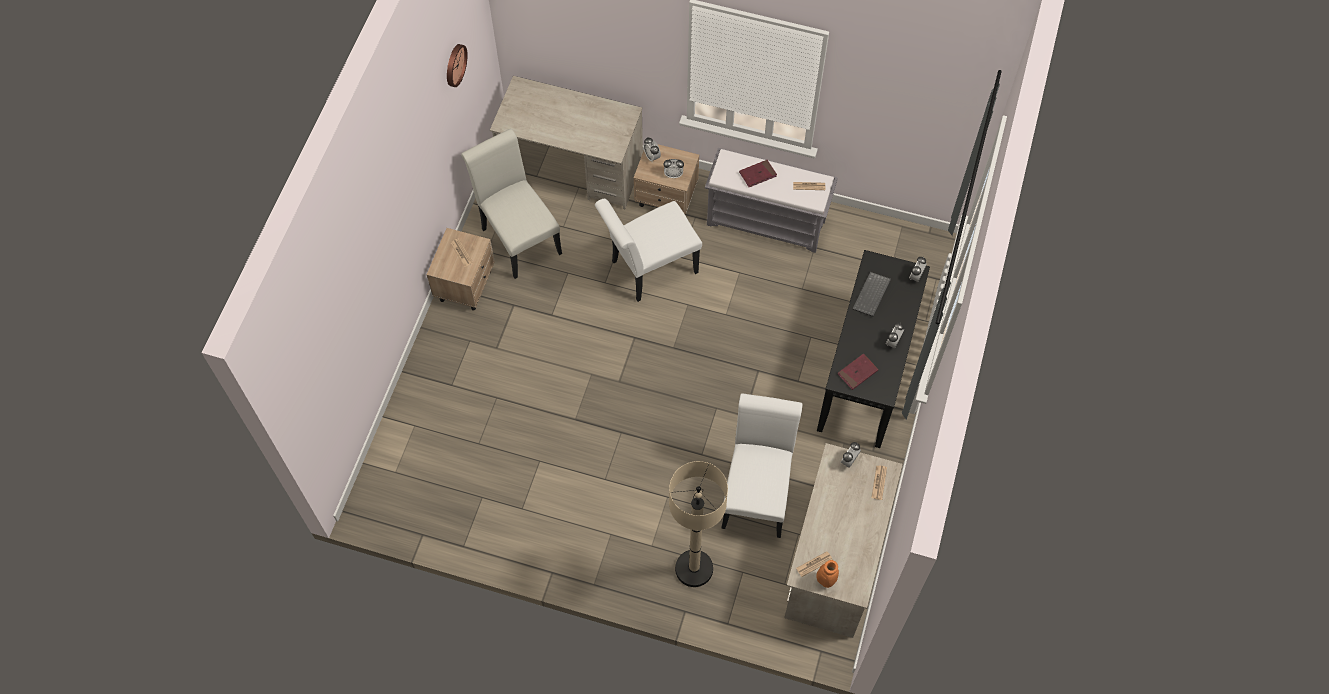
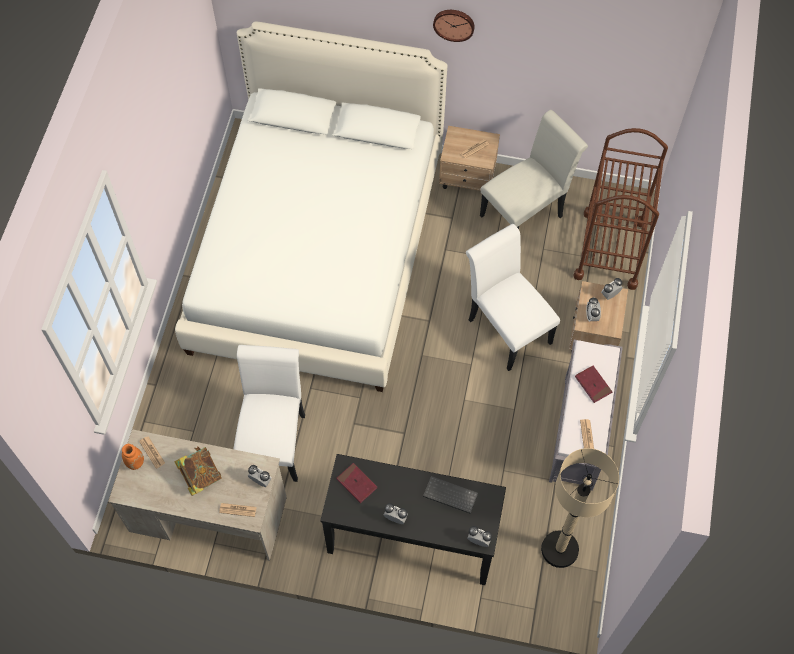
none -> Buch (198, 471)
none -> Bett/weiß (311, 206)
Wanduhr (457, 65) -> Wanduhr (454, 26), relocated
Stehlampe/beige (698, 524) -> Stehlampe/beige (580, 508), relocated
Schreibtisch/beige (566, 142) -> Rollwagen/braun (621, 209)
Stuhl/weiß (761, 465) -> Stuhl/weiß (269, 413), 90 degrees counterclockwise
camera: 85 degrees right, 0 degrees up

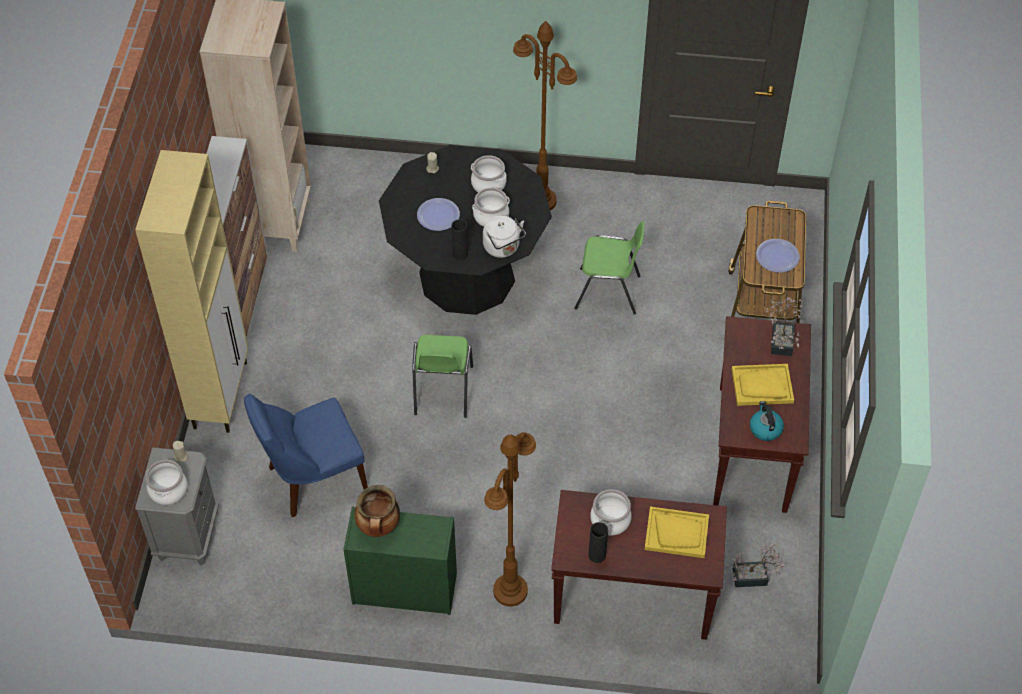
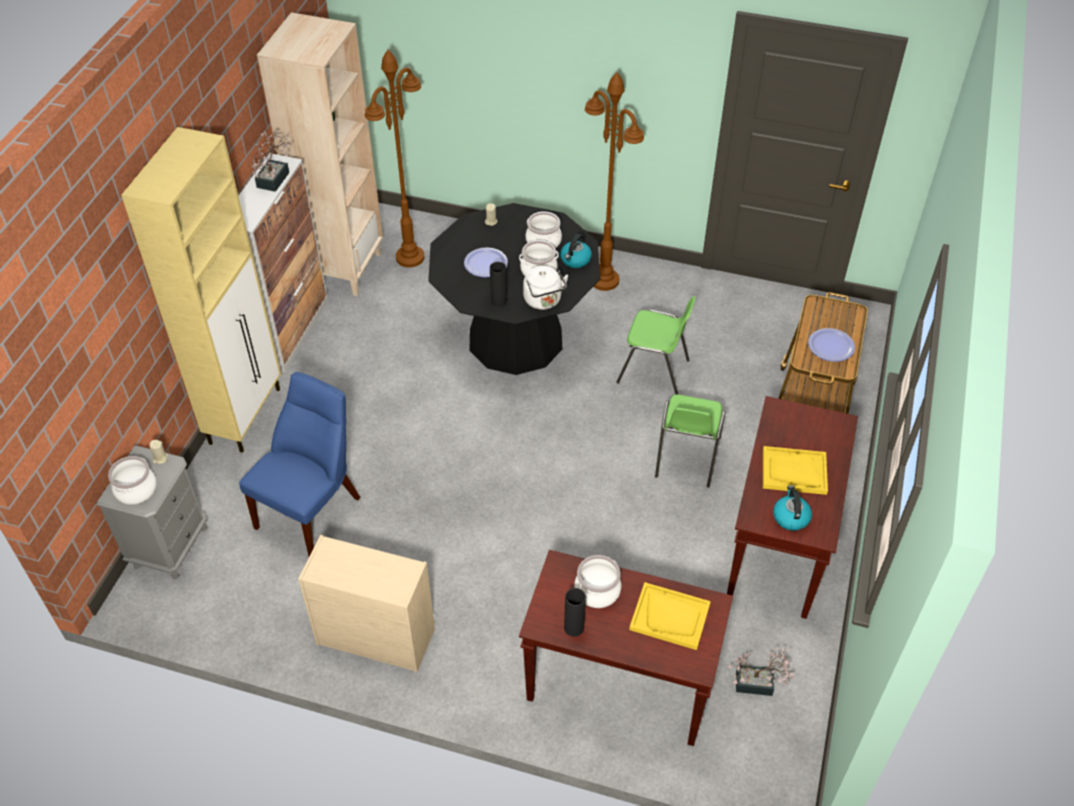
Kochtopf (377, 511) -> none
none -> Wasserkessel (576, 251)
Stuhl/grün (442, 376) -> Stuhl/grün (690, 441), relocated
Stehlampe/braun (510, 519) -> Stehlampe/braun (394, 158), relocated
Topfpflanze (785, 326) -> Topfpflanze (271, 161), relocated
Kommode/grün (400, 561) -> Kommode/beige (366, 604)
Stuhl/blau (306, 455) -> Stuhl/blau (299, 464), 135 degrees clockwise
camera: 10 degrees right, 5 degrees down

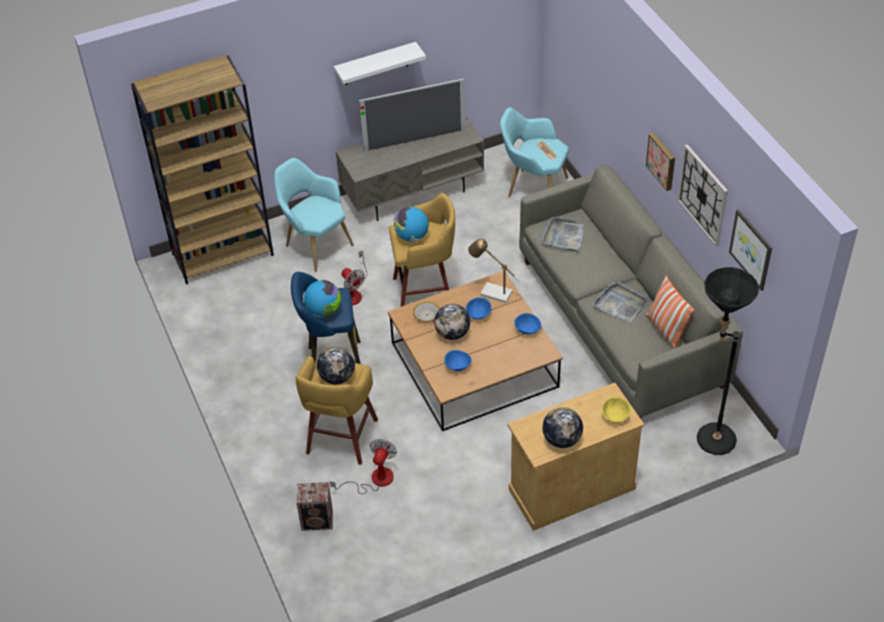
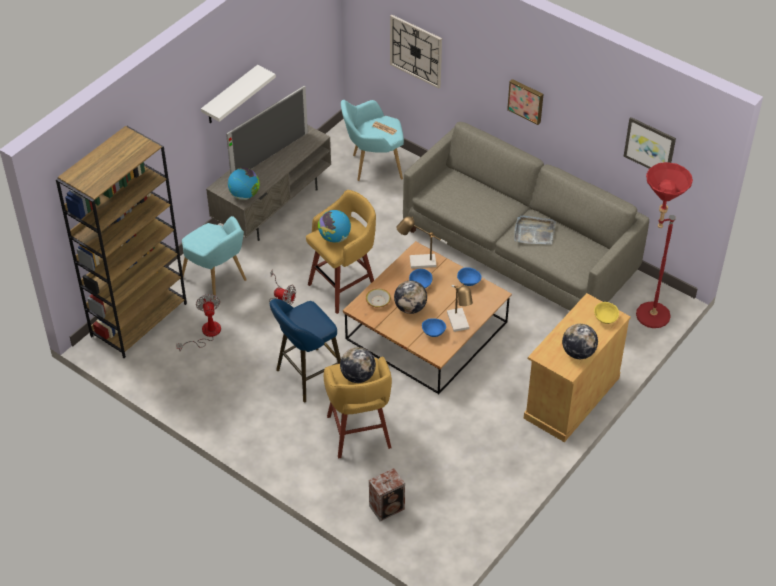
Tablett/grau (562, 234) -> none
Kissen (670, 311) -> none
none -> Tischlampe (460, 307)
Globus (322, 299) -> Globus (244, 184), relocated
Ventilator (363, 466) -> Ventilator (198, 322), relocated
Wanduhr (702, 195) -> Wanduhr (416, 51), relocated
Stehlampe/schwarz (728, 361) -> Stehlampe/rot (664, 245)
Sessel/türkis (314, 215) -> Sessel/türkis (214, 258), 150 degrees counterclockwise
camera: 30 degrees left, 0 degrees up

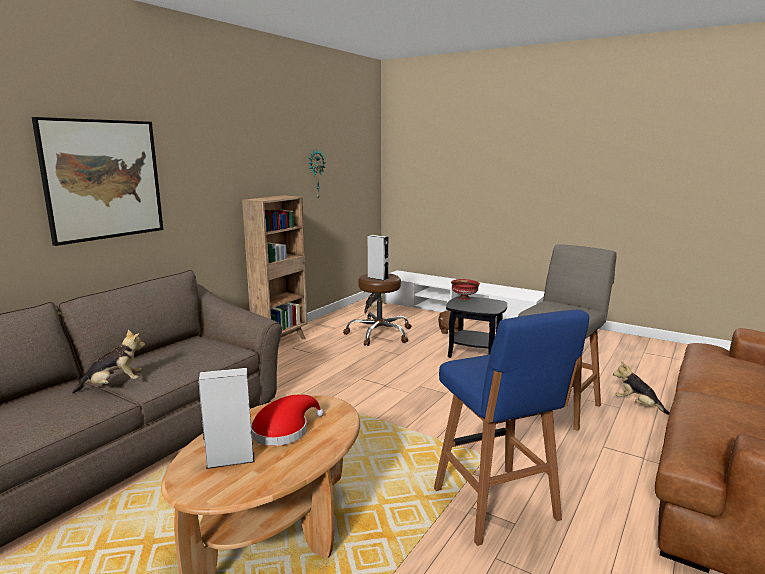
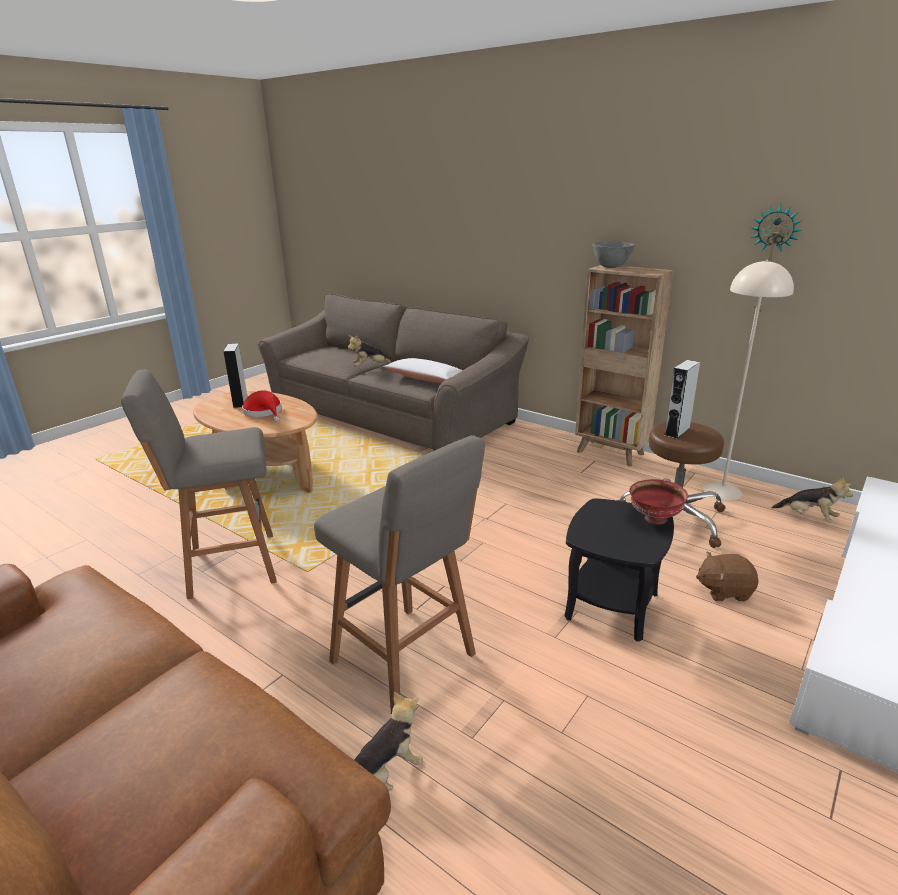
Bild (97, 181) -> none
none -> Kissen/weiß (423, 370)
none -> Schüssel/grau (614, 254)
none -> Stehlampe/beige (748, 380)
Hocker/blau (511, 427) -> Hocker/grau (199, 484)
Plüschtier (108, 362) -> Plüschtier (370, 351), 90 degrees clockwise
camera: 95 degrees right, 10 degrees up

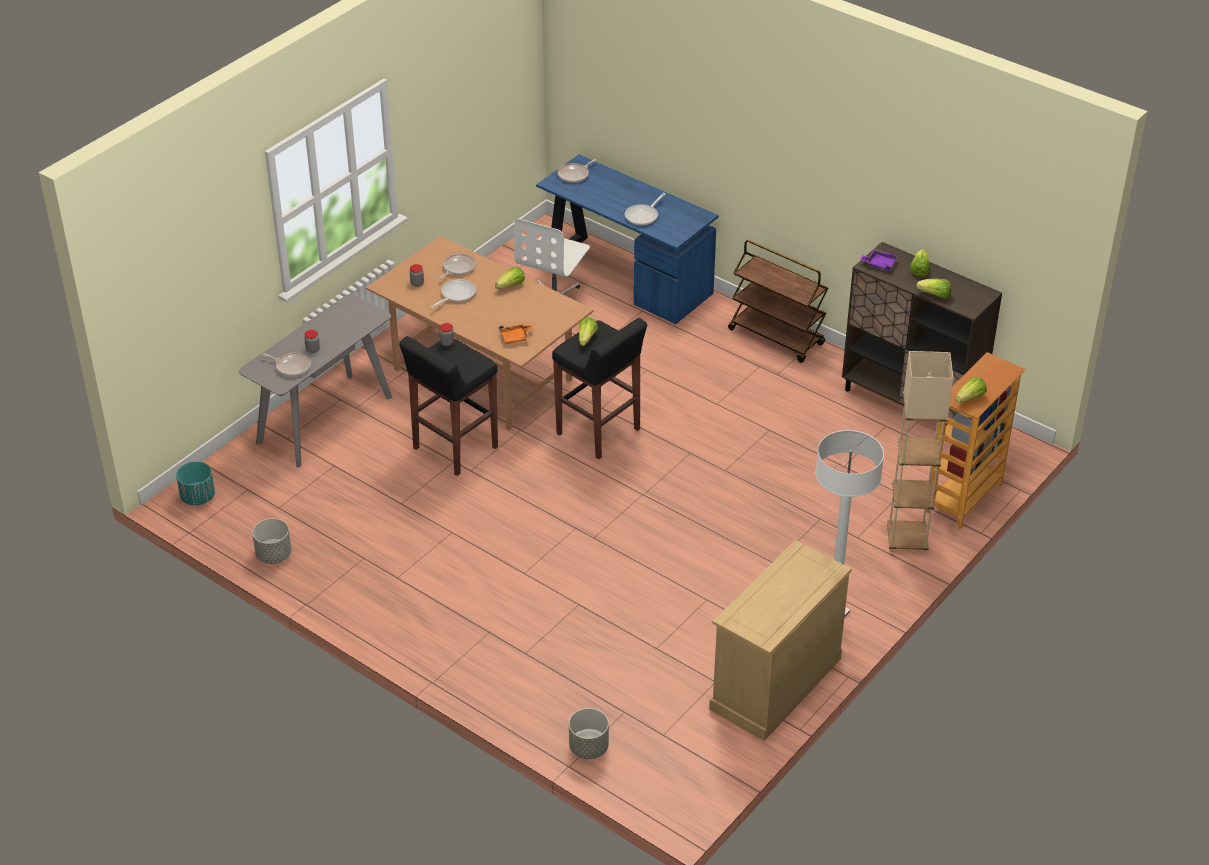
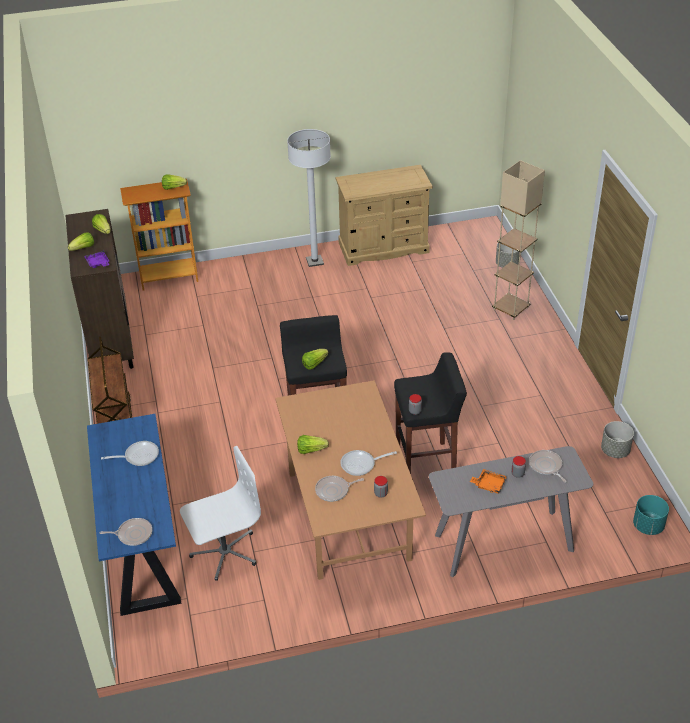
Tablett/orange (516, 334) -> Tablett/orange (488, 481), relocated
Stehlampe/beige (920, 452) -> Stehlampe/beige (518, 240), relocated
camera: 140 degrees left, 0 degrees up

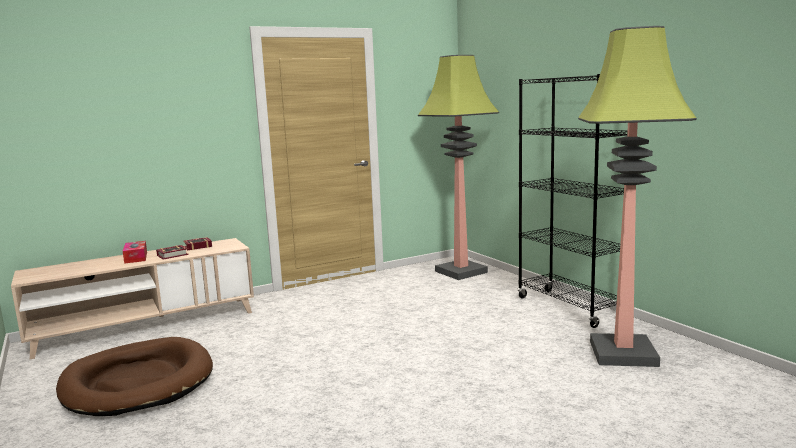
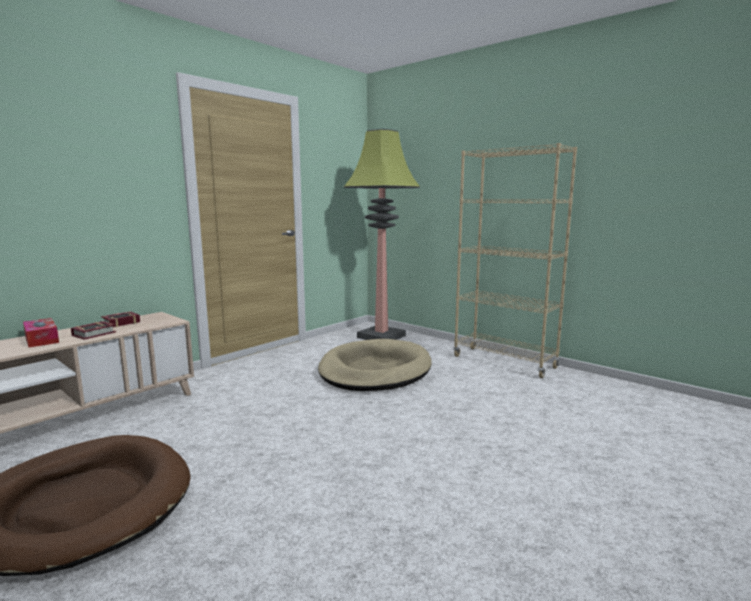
Stehlampe (637, 196) -> none
none -> Hundebett/beige (375, 365)
Bücherregal/schwarz (573, 201) -> Bücherregal/beige (515, 260)
camera: 20 degrees left, 0 degrees up

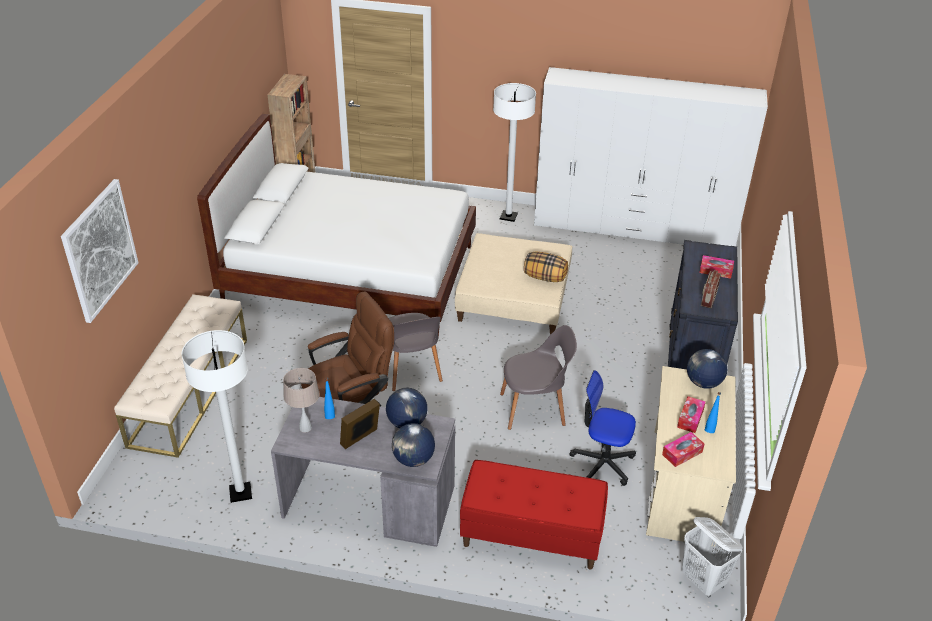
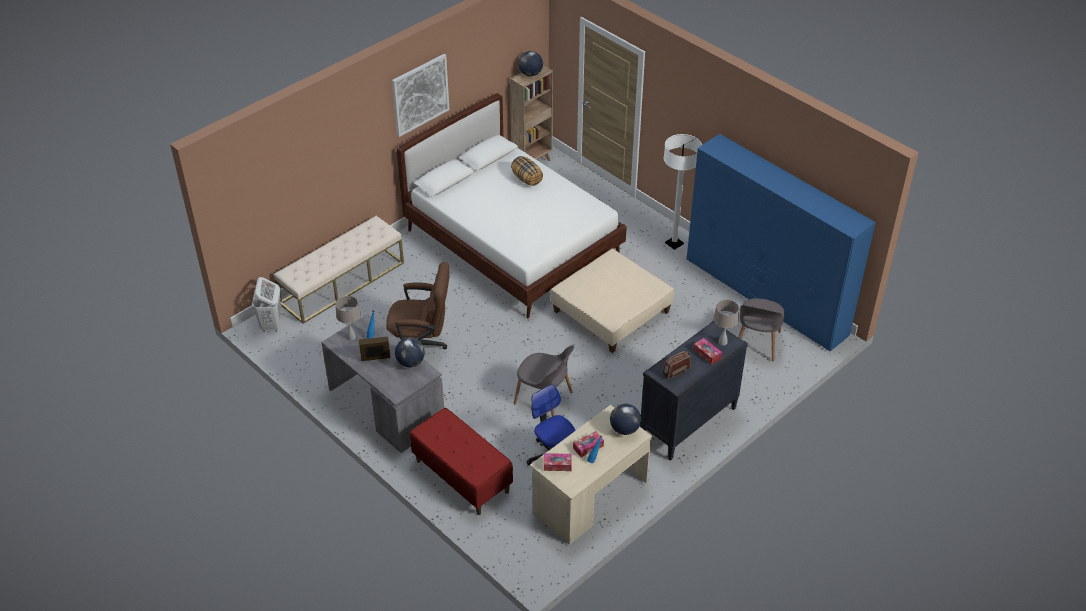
Stehlampe/weiß (216, 416) -> none
none -> Tischlampe/beige (726, 323)
Bild (100, 251) -> Bild (420, 95), relocated
Stuhl/grau (416, 352) -> Stuhl/grau (761, 329), relocated
Globus (413, 445) -> Globus (530, 63), relocated
Kissen (546, 267) -> Kissen (527, 171), relocated
Wäschekorb/weiß (712, 557) -> Wäschekorb/weiß (267, 304), relocated
Kleiderschrank/weiß (651, 156) -> Kleiderschrank/blau (781, 242)
camera: 35 degrees right, 5 degrees up

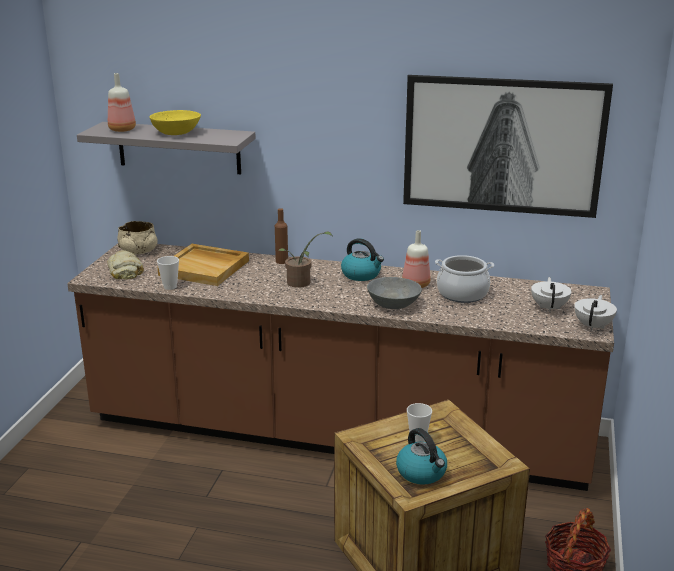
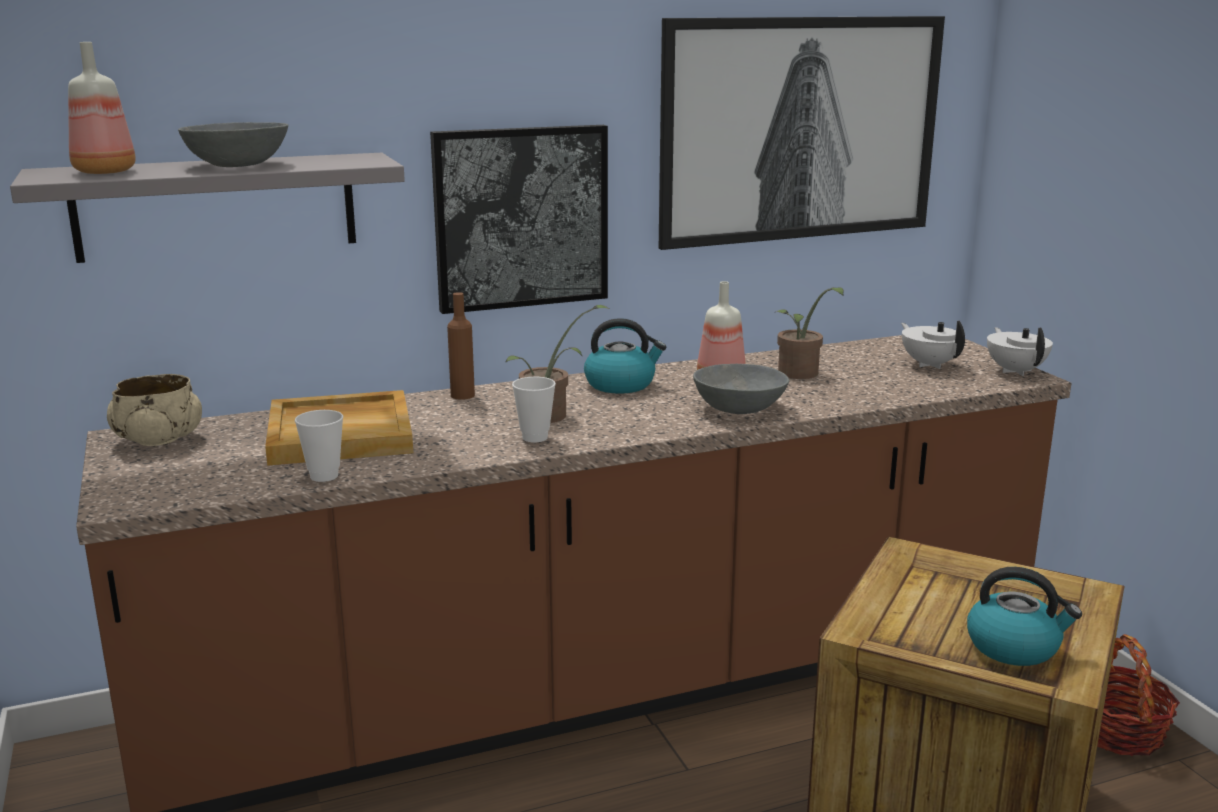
Brot (126, 264) -> none
none -> Bild (519, 219)
Tasse (419, 422) -> Tasse (534, 409), relocated
Kochtopf (464, 279) -> Topfpflanze (810, 333)
Schüssel/gelb (175, 122) -> Schüssel/grau (233, 144)
camera: 35 degrees left, 5 degrees down

